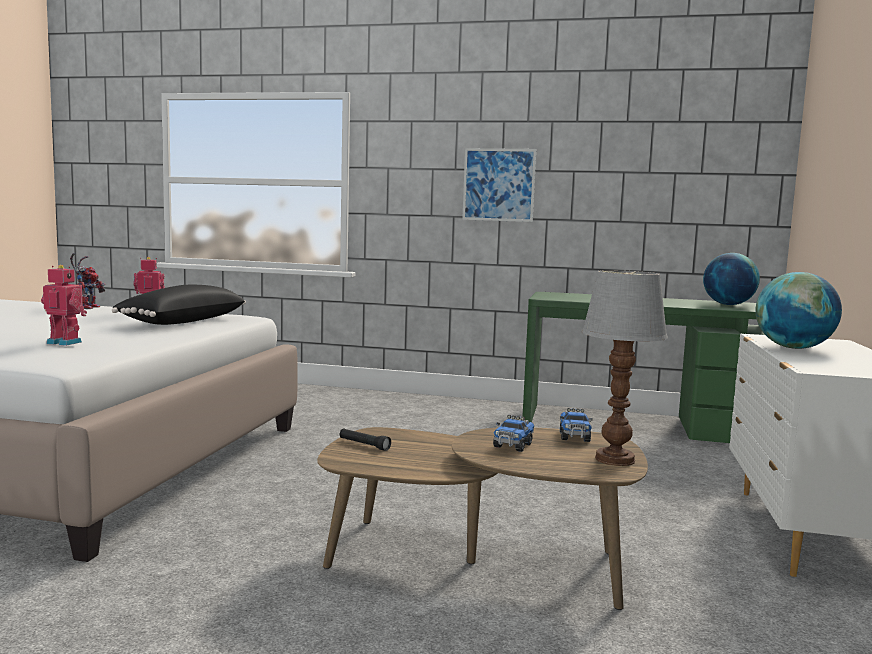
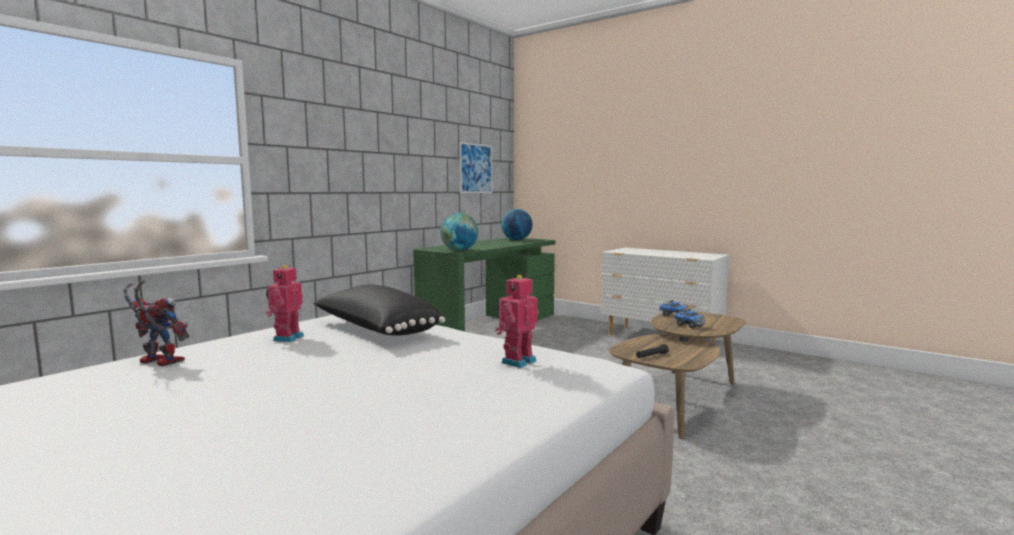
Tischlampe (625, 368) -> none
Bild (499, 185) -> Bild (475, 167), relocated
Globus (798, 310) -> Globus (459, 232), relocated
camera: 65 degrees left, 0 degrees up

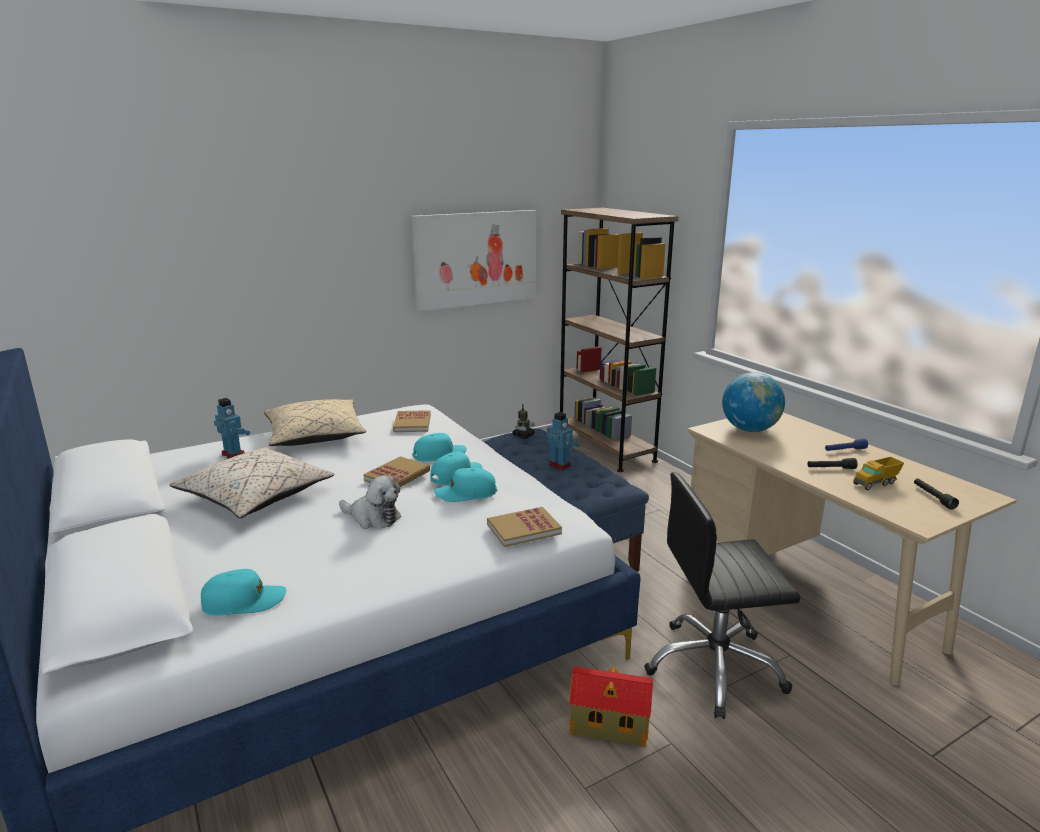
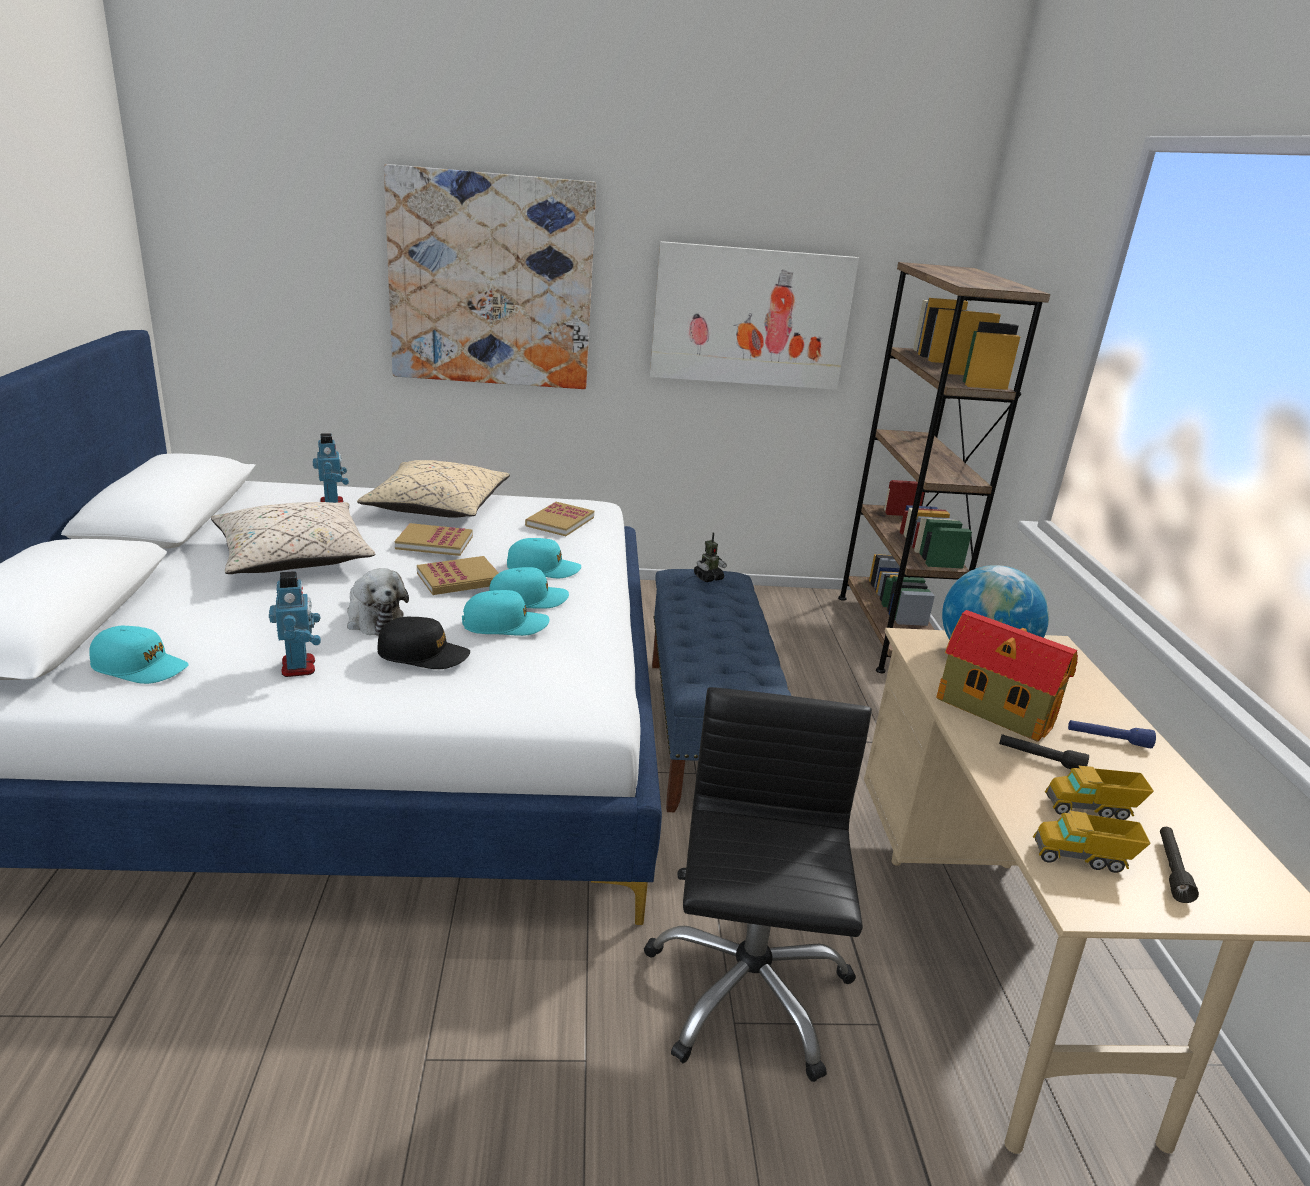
none -> Kappe/schwarz (423, 643)
none -> Bild (490, 276)
none -> Spielzeuglaster (1092, 842)
Buch (524, 527) -> Buch (434, 539), relocated
Spielzeugroboter (563, 441) -> Spielzeugroboter (295, 624), relocated
Spielzeughaus (611, 706) -> Spielzeughaus (1007, 676), relocated
Kappe/türkis (465, 485) -> Kappe/türkis (505, 613), 150 degrees clockwise
Bürostuhl/schwarz (722, 595) -> Bürostuhl/schwarz (758, 884), 75 degrees clockwise
camera: 25 degrees right, 5 degrees up

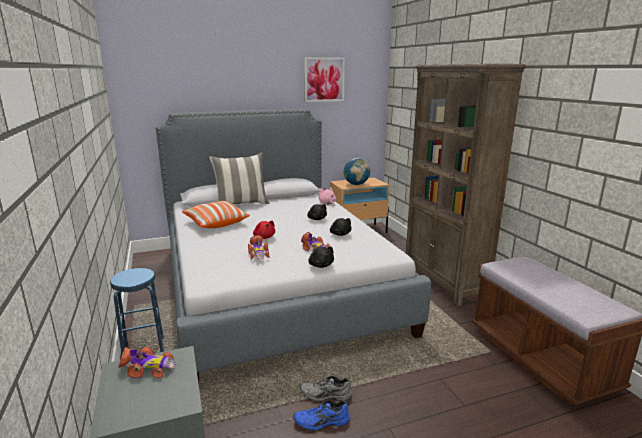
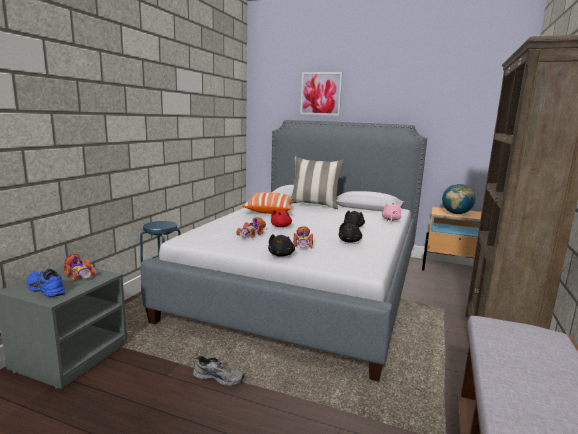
Schuh/blau (321, 415) -> Schuh/blau (46, 283), relocated
Bild (324, 79) -> Bild (321, 94), relocated
Schuh/grau (326, 388) -> Schuh/grau (218, 371), 150 degrees clockwise
camera: 40 degrees right, 5 degrees down

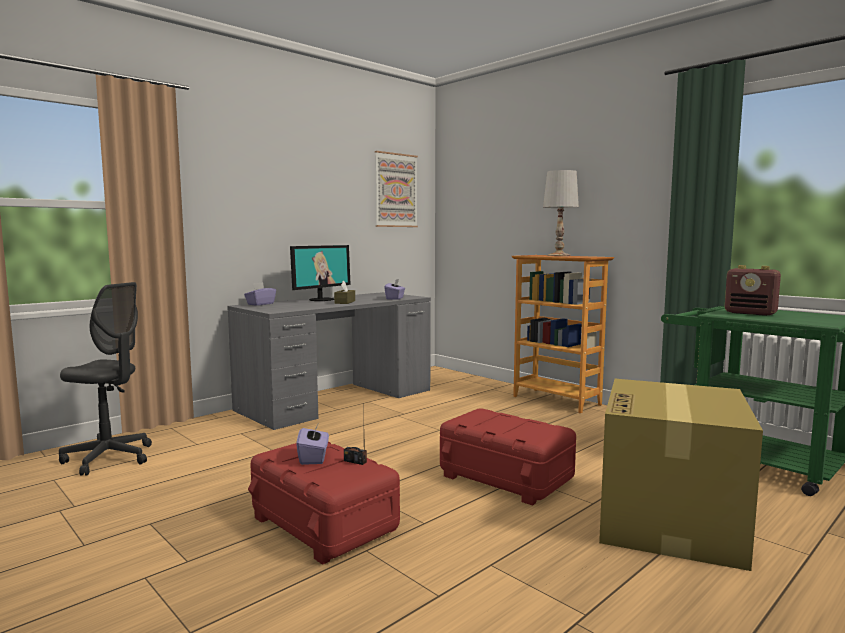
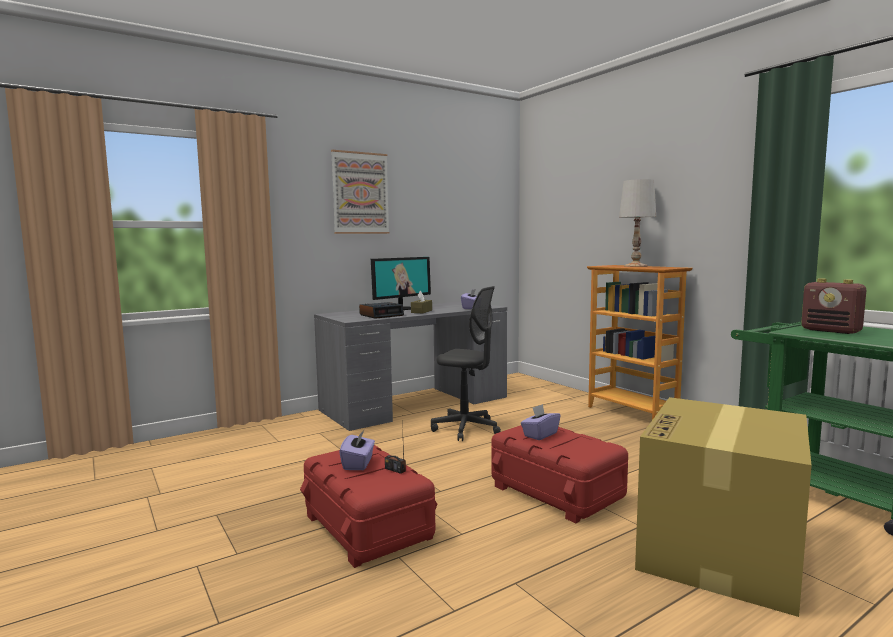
none -> Wecker (381, 310)
Bürostuhl/grau (105, 379) -> Bürostuhl/grau (466, 363), relocated
Taschentuchbox/lila (260, 294) -> Taschentuchbox/lila (541, 422), relocated
Bild (396, 189) -> Bild (360, 192), relocated
camera: 10 degrees right, 0 degrees up

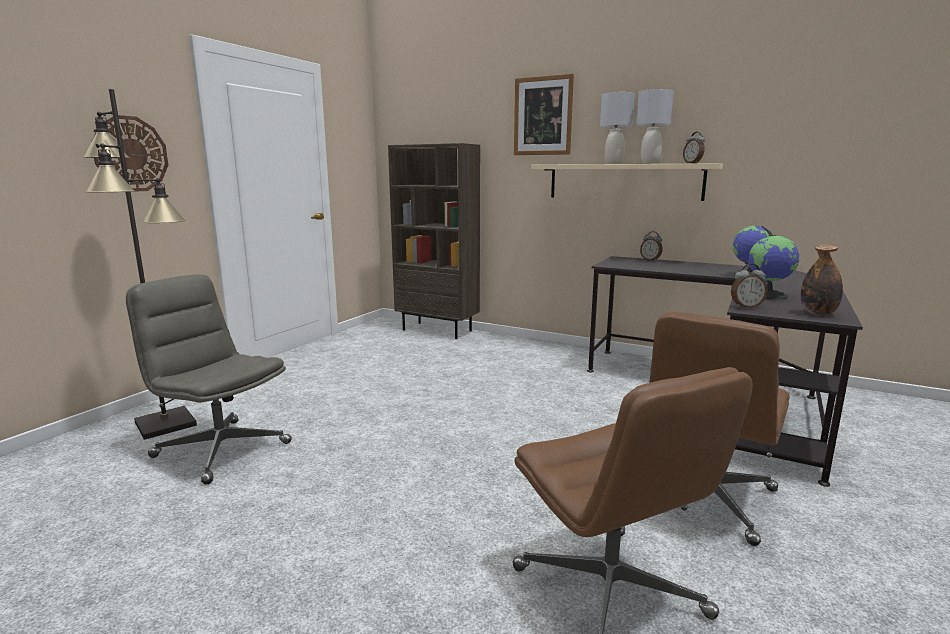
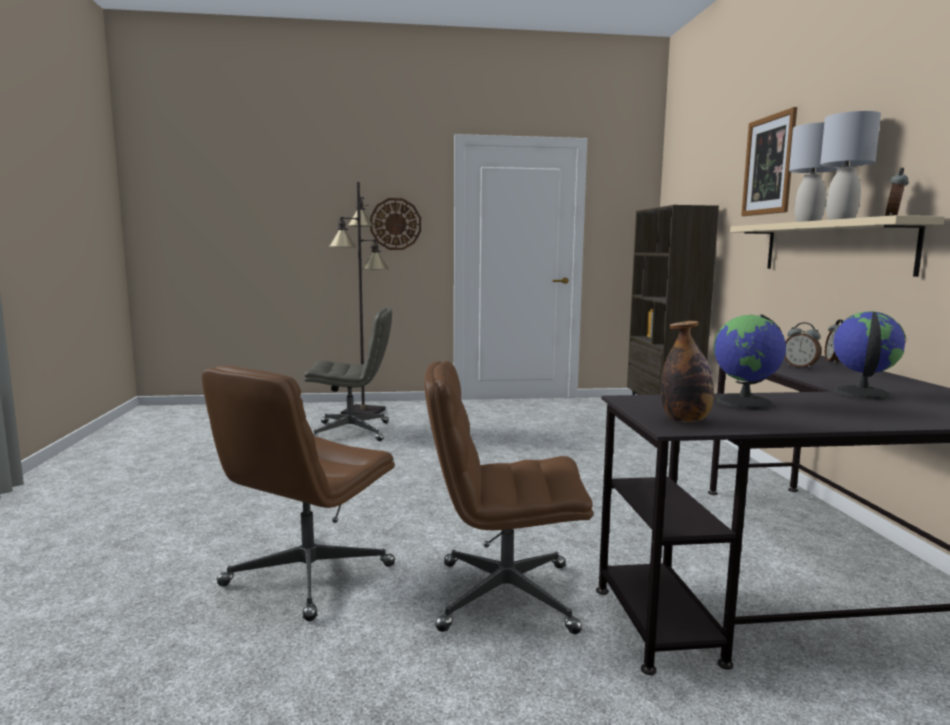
Wecker (749, 286) -> Wecker (802, 345), relocated
Bürostuhl/grau (209, 379) -> Bürostuhl/grau (348, 374), 90 degrees clockwise
camera: 55 degrees right, 5 degrees down

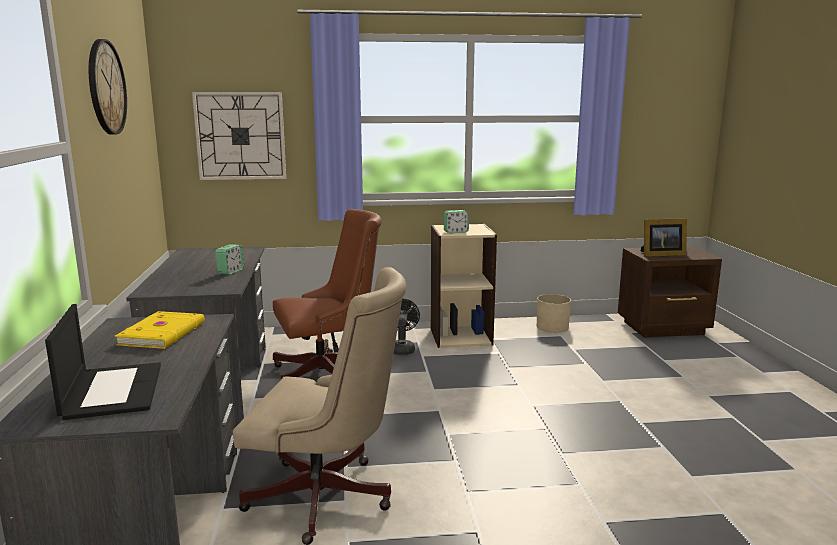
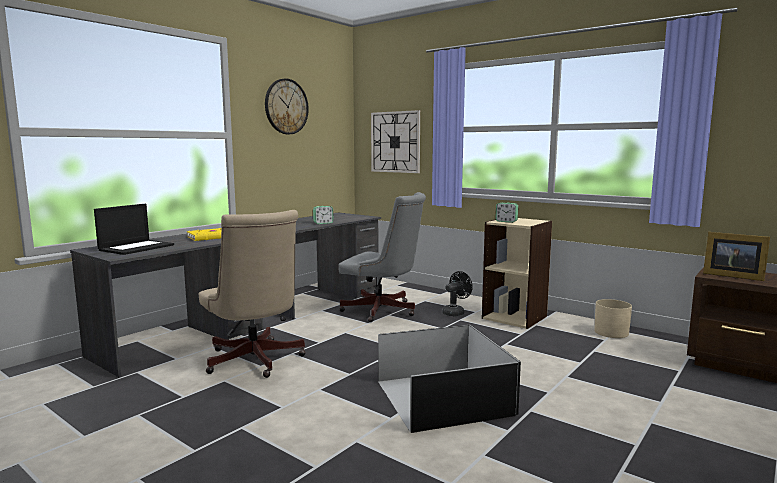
none -> Aufbewahrungsbox/schwarz (449, 379)
Bürostuhl/braun (327, 294) -> Bürostuhl/grau (382, 257)
camera: 45 degrees right, 5 degrees down

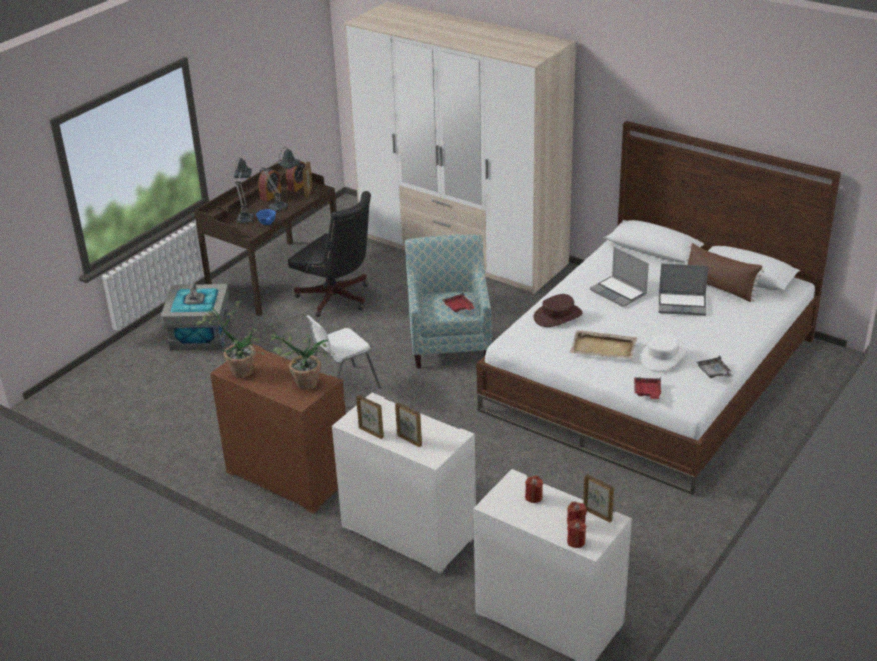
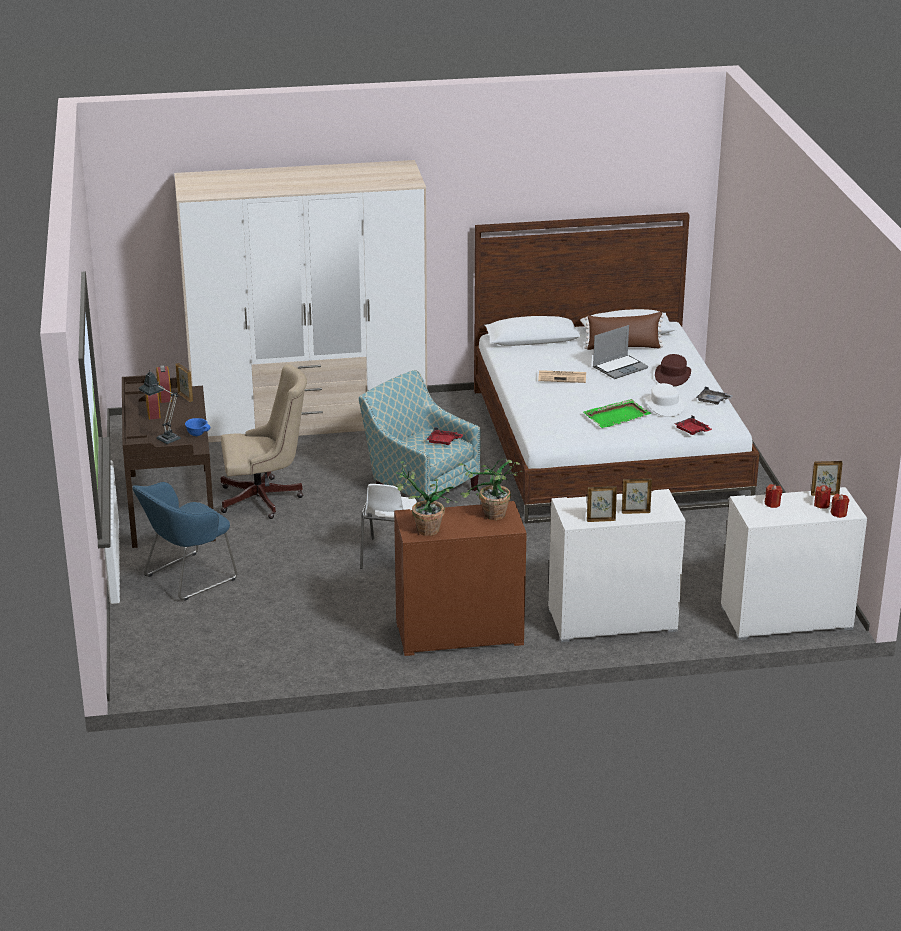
Tischlampe (280, 179) -> none
Hut/braun (558, 310) -> Hut/braun (673, 370), relocated
Aufbewahrungsbox/grau (195, 316) -> Sessel/blau (184, 541)
Laptop (619, 277) -> Zeitung (562, 376)
Bürostuhl/schwarz (329, 254) -> Bürostuhl/beige (264, 441)
Tablett/beige (603, 344) -> Tablett/grün (617, 413)
camera: 45 degrees left, 5 degrees down

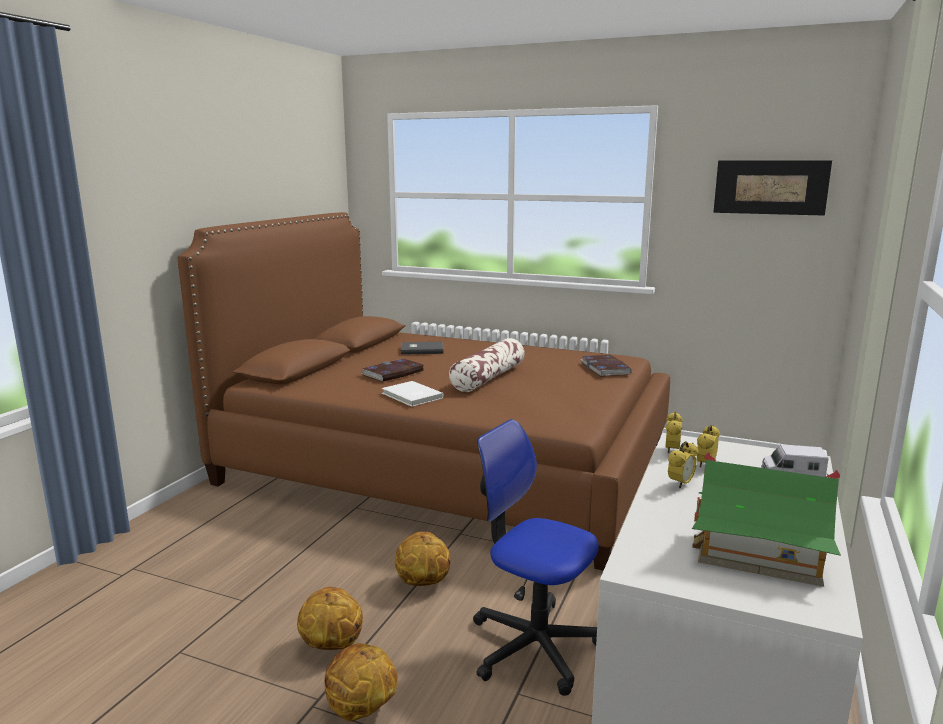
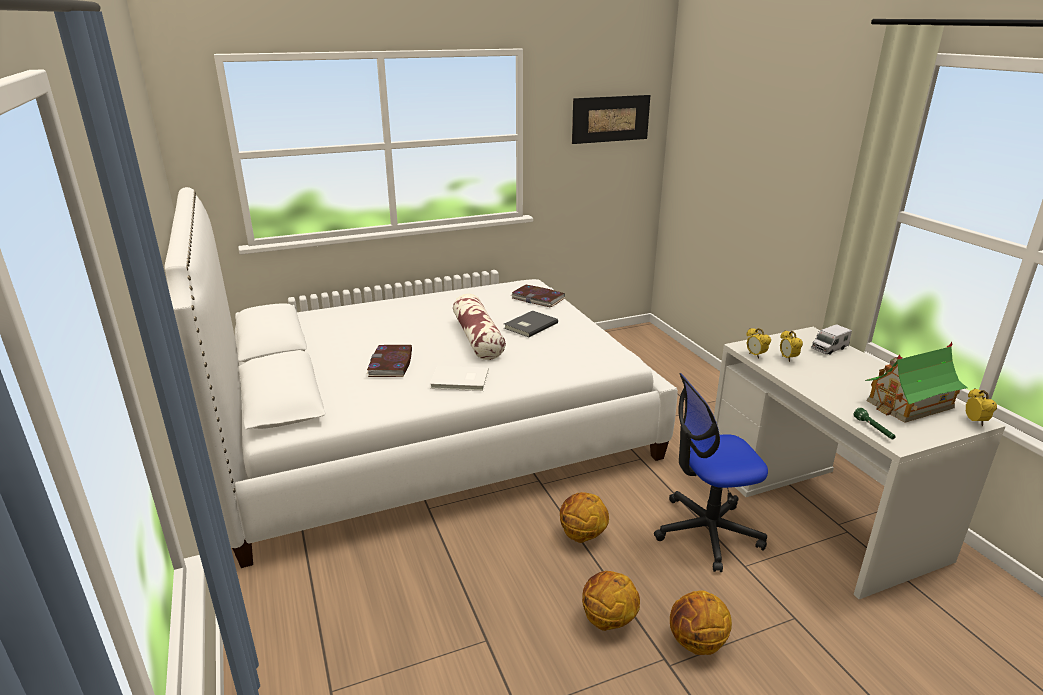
none -> Taschenlampe/grün (874, 423)
Buch/grau (422, 348) -> Buch/grau (531, 324), relocated
Wecker (683, 464) -> Wecker (981, 407), relocated
Bett/braun (424, 391) -> Bett/weiß (421, 377)
camera: 45 degrees left, 10 degrees up

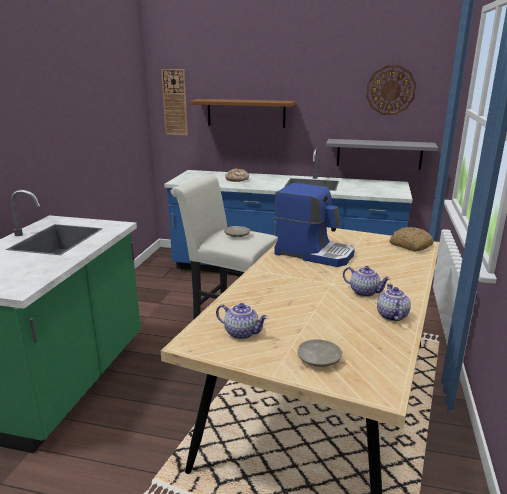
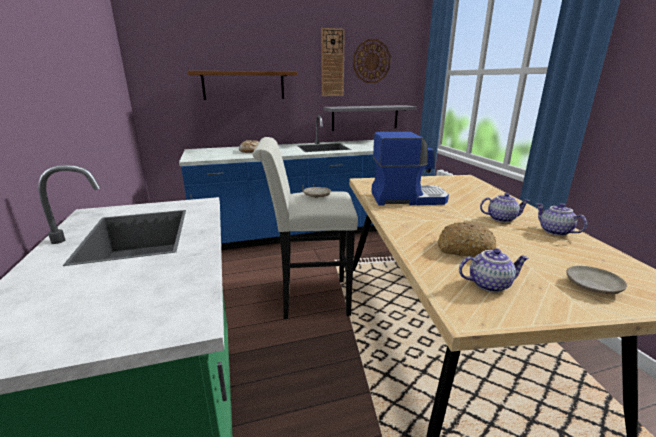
Wanduhr (174, 102) -> Wanduhr (333, 62), relocated
Brot (411, 239) -> Brot (466, 240), relocated
camera: 30 degrees left, 0 degrees up

